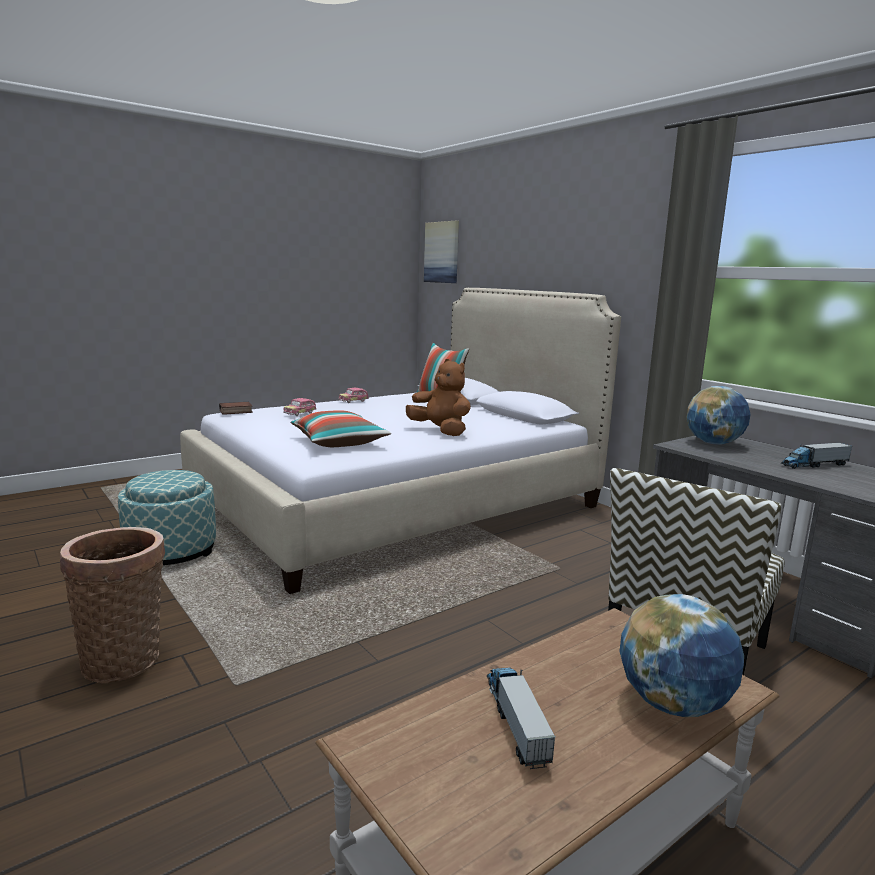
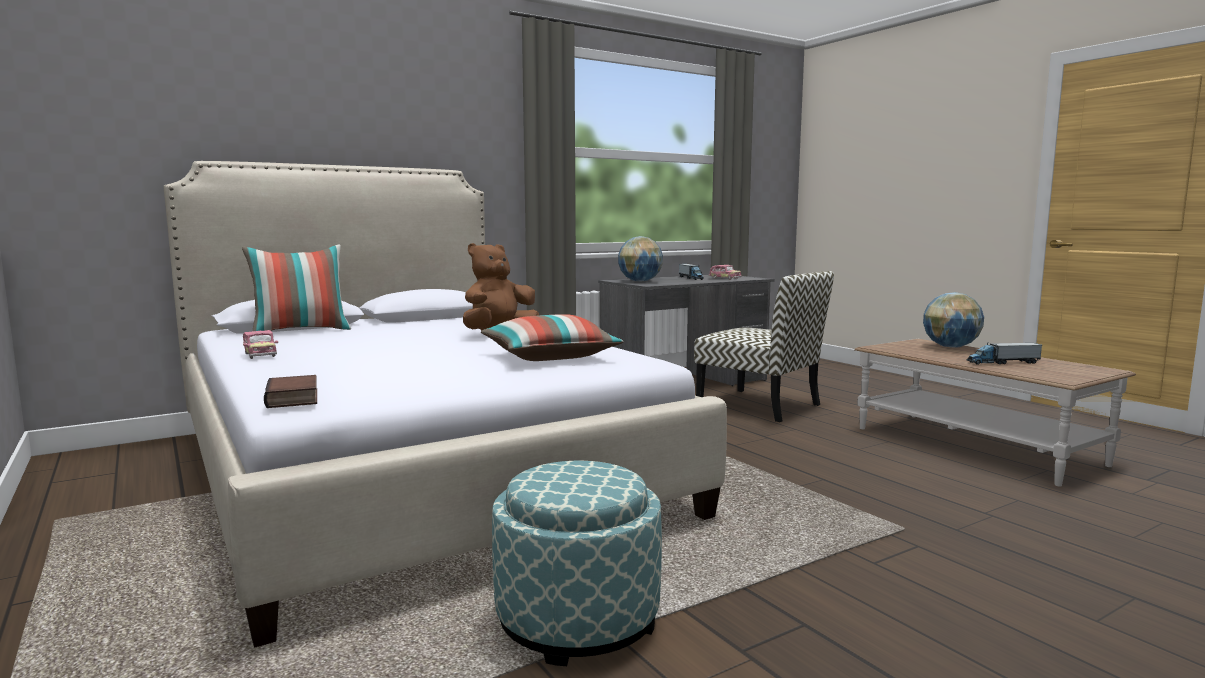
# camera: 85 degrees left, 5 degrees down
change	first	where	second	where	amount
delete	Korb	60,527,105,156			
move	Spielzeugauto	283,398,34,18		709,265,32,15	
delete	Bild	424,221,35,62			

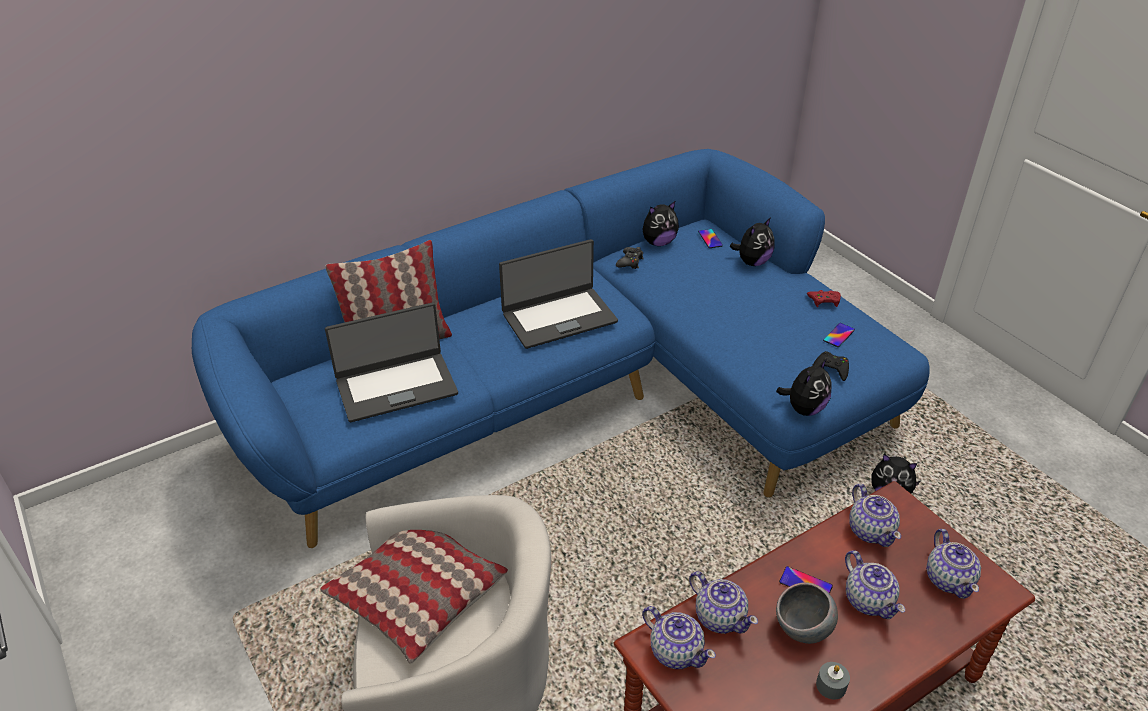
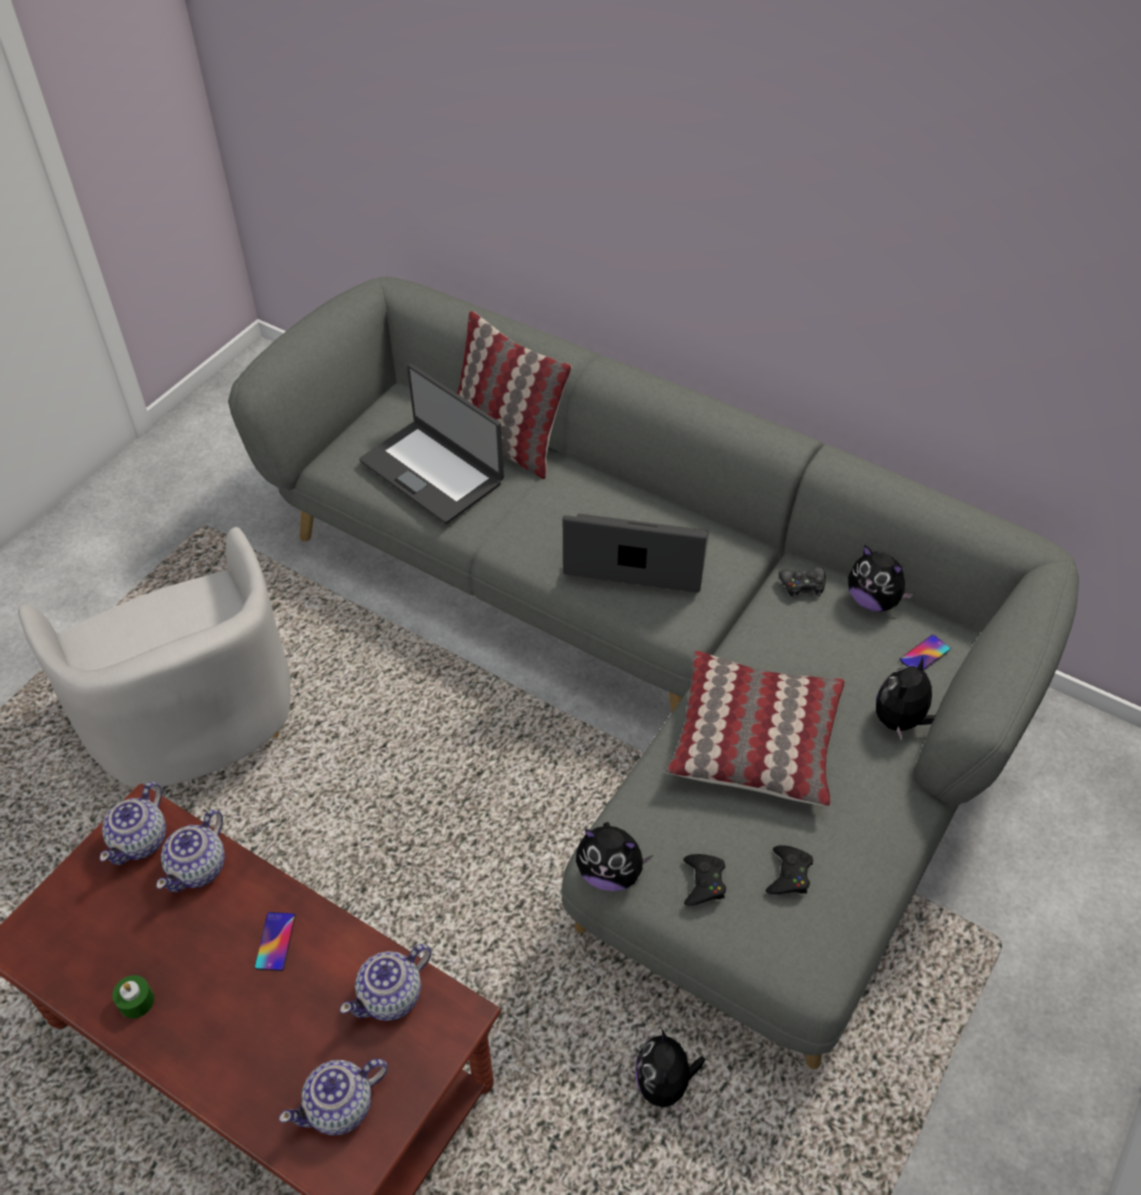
# camera: 65 degrees right, 10 degrees up
change	first	where	second	where	amount
recolor	Sofa [blau]	192,149,738,399	Sofa [grau]	228,277,851,792	
move	Kissen	320,530,188,134		665,651,180,155	
rotate	Laptop	499,239,119,110		563,514,146,79	150 degrees clockwise
rotate	Plüschtier	730,217,45,49		876,656,60,85	105 degrees clockwise
delete	Schüssel [grau]	776,583,62,61			
delete	Gamepad [rot]	807,290,34,17			
recolor	Kerze [grau]	816,662,34,38	Kerze [grün]	112,975,42,44	
replace	Handy	823,323,32,24	Gamepad [schwarz]	766,845,47,49	
delete	Teekanne	845,550,60,69			

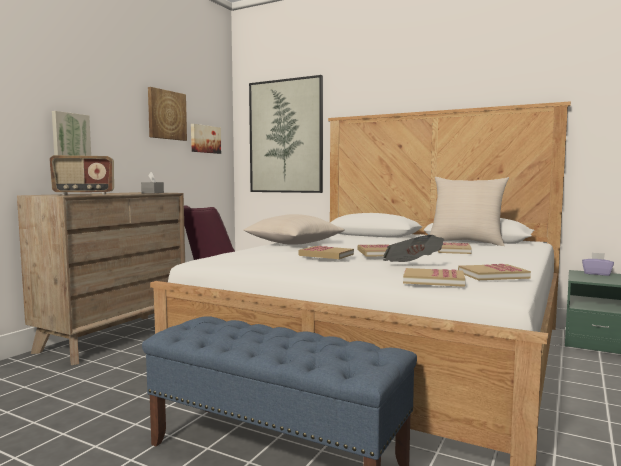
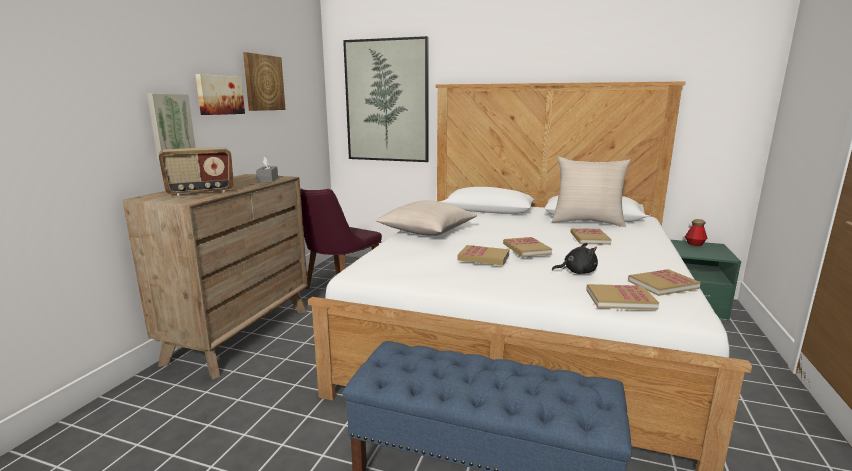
# camera: 10 degrees left, 10 degrees up
change	first	where	second	where	amount
move	Bild	191,124,30,30		195,74,50,41	
replace	Zeitung	383,235,62,27	Plüschtier [schwarz]	552,243,46,31	
replace	Taschentuchbox [lila]	582,253,32,23	Flasche	685,219,22,27	

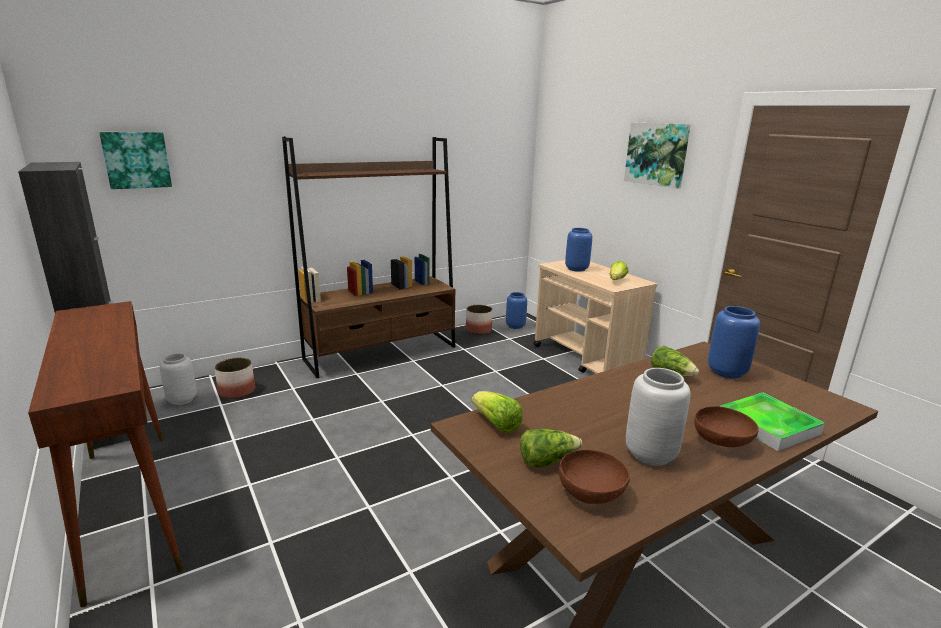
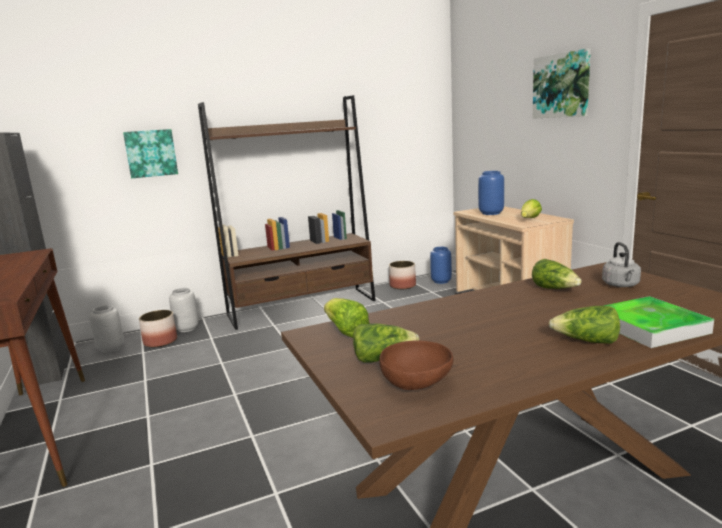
# camera: 10 degrees right, 5 degrees down
change	first	where	second	where	amount
move	Bild	99,132,73,57		123,129,55,49	
move	Vase [grau]	626,368,65,98		169,288,30,44	
replace	Schüssel [braun]	694,406,65,41	Salatkopf	549,306,71,38	
replace	Vase [blau]	708,306,52,72	Wasserkessel [grau]	602,242,39,45	

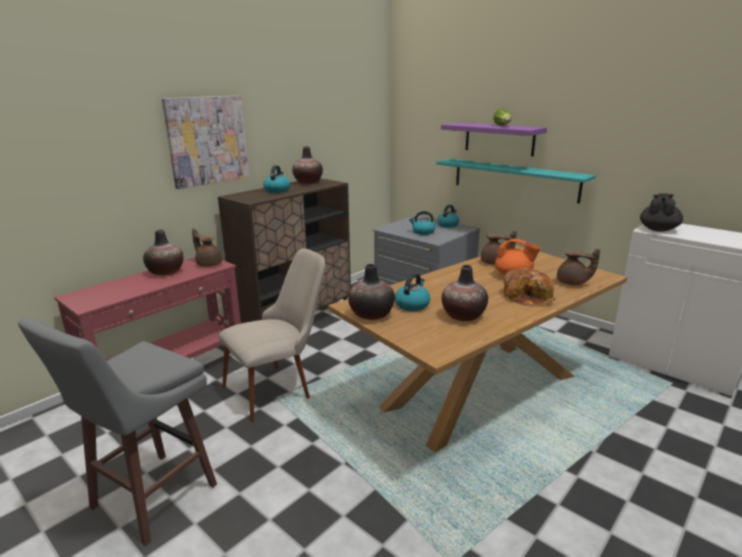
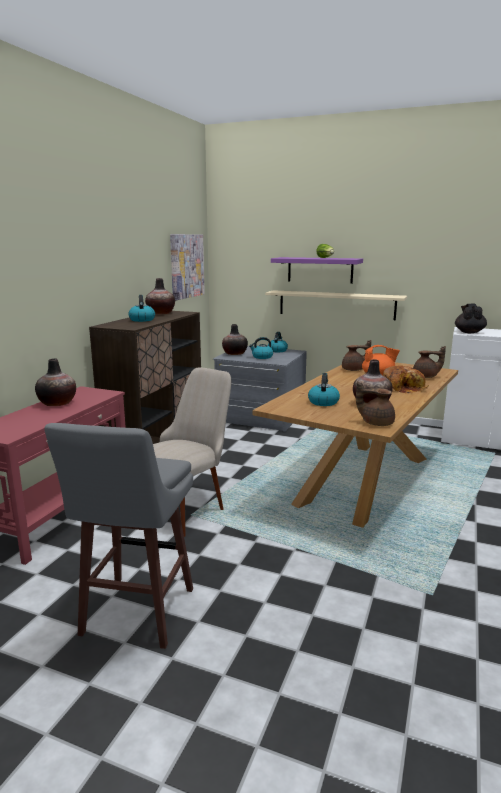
# camera: 20 degrees left, 5 degrees down
change	first	where	second	where	amount
move	Bild	162,95,87,94		170,234,35,67	
move	Teekanne [braun]	192,228,30,39		356,381,39,45	
move	Vase	348,264,47,56		222,324,26,31	
recolor	Wandregal [türkis]	436,159,160,45	Wandregal [beige]	265,290,142,30	

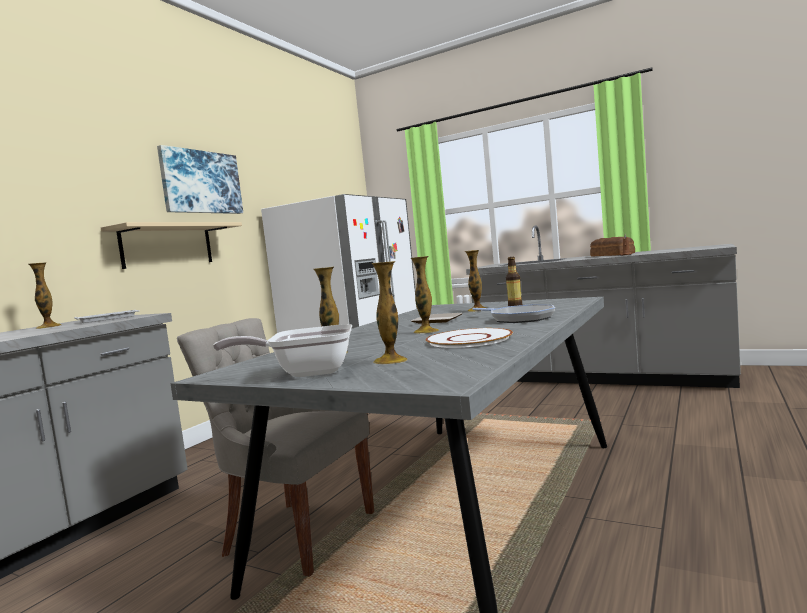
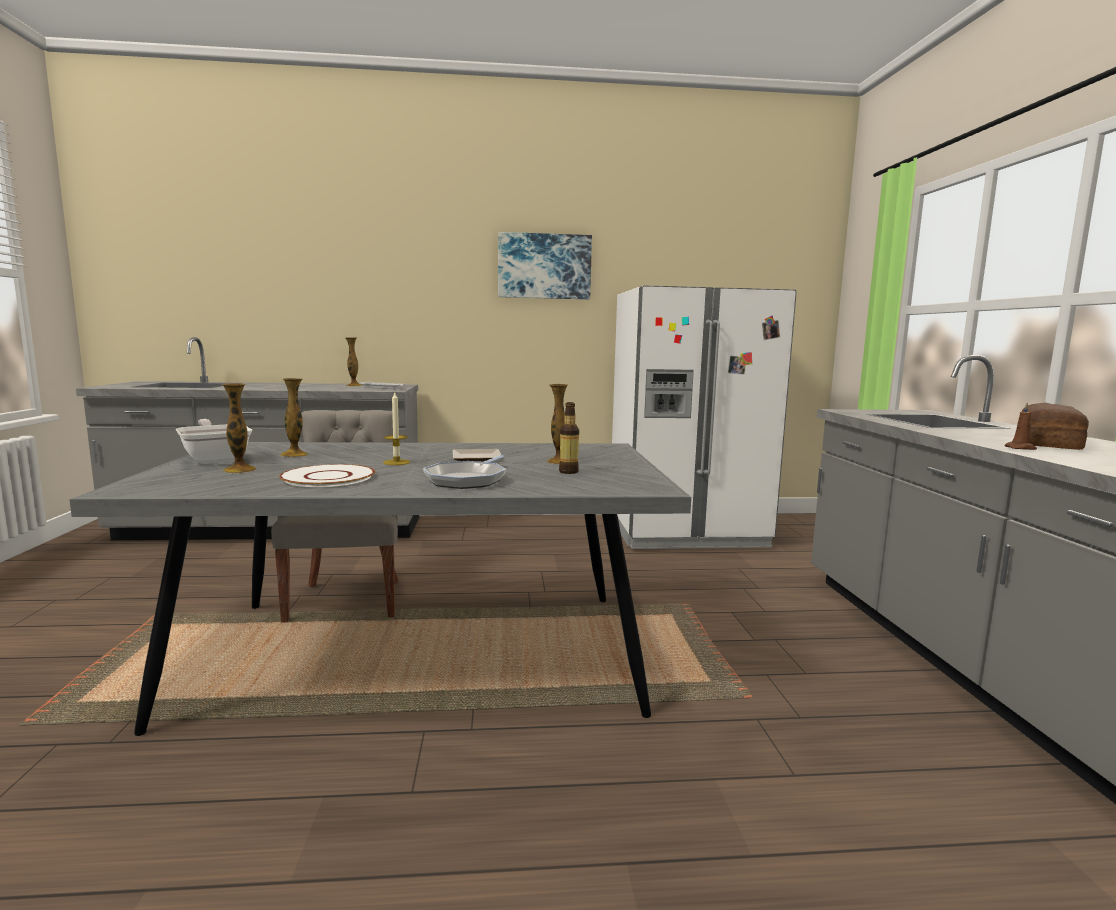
# camera: 55 degrees right, 5 degrees up
change	first	where	second	where	amount
delete	Wandregal [beige]	101,222,141,47			
replace	Vase	411,256,28,78	Kerze	383,392,27,73	

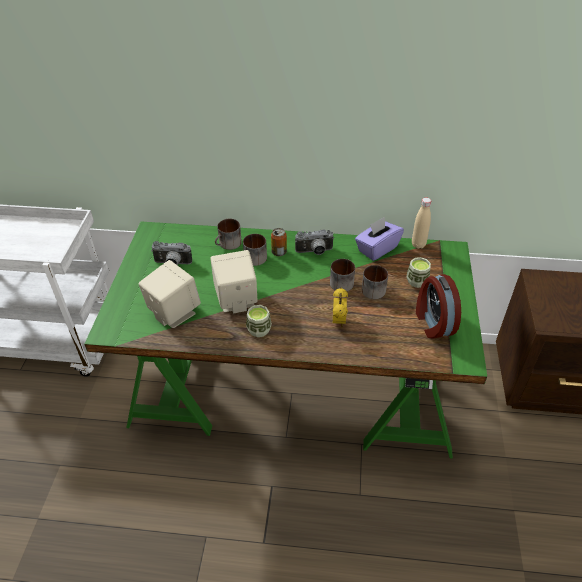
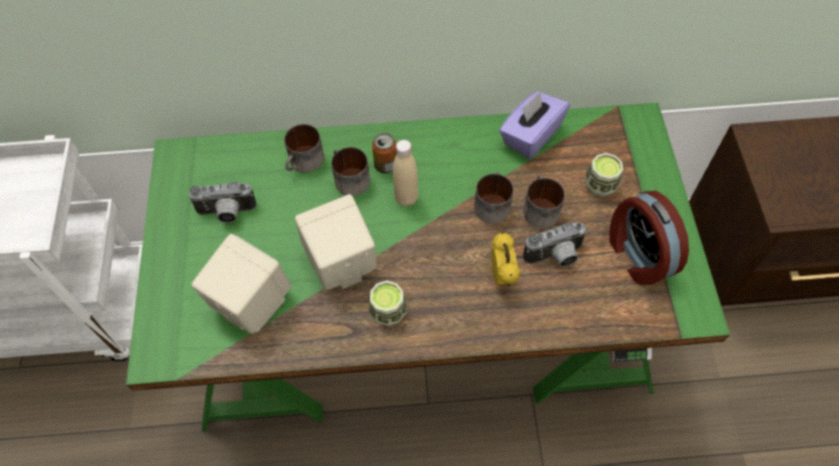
# camera: 10 degrees left, 15 degrees up
change	first	where	second	where	amount
move	Kamera	295,229,39,26		523,222,64,45	
move	Flasche [beige]	412,198,19,51		393,140,25,66	

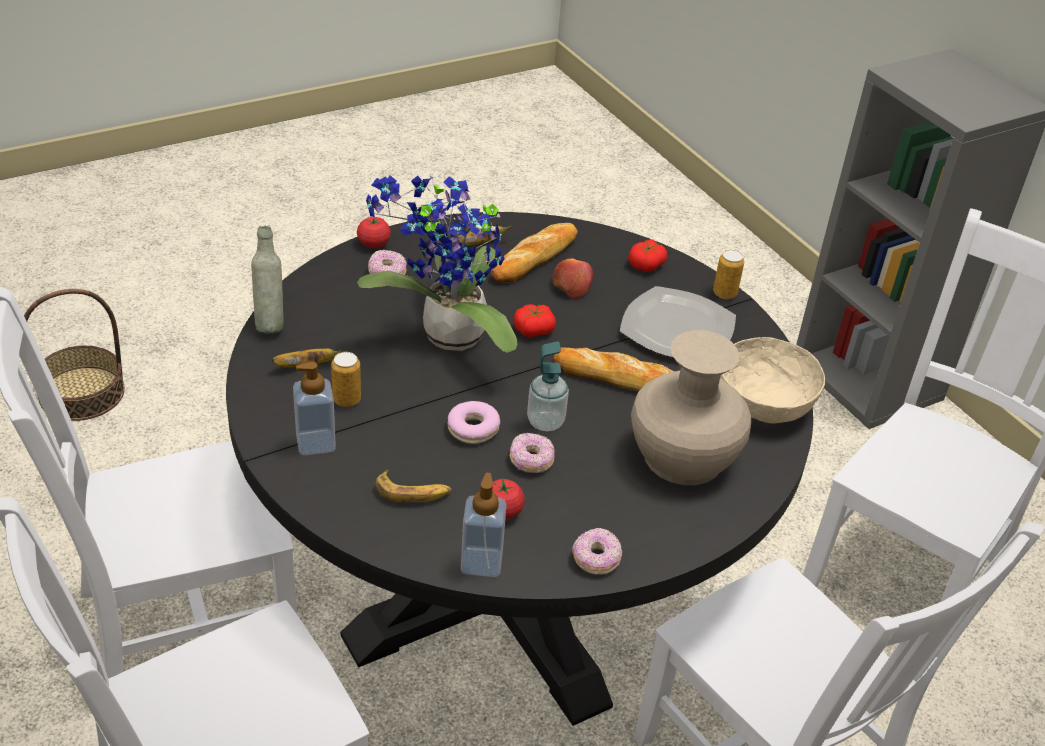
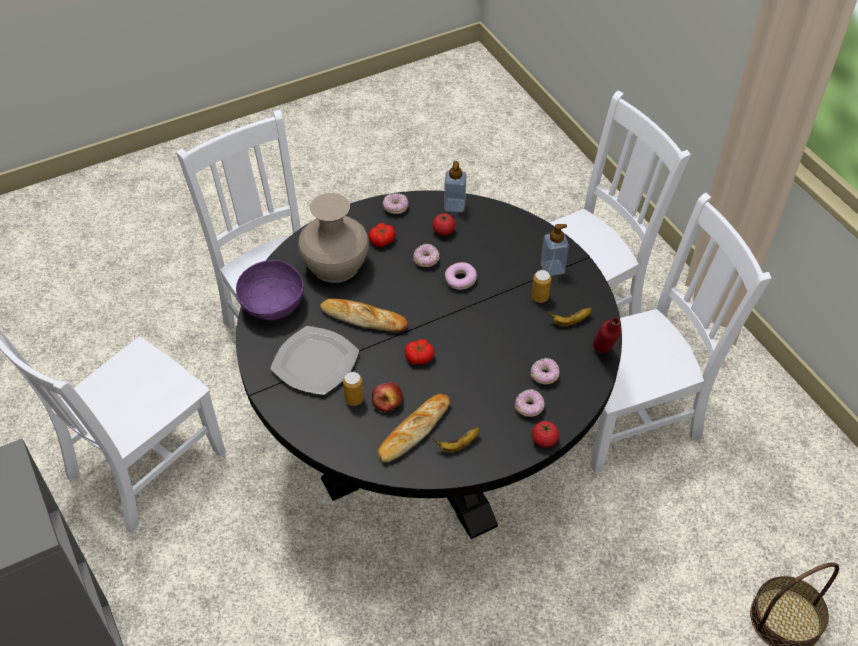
# camera: 175 degrees left, 10 degrees up
change	first	where	second	where	amount
recolor	Flasche [grau]	251,225,33,108	Flasche [rot]	593,317,28,37	
delete	Topfpflanze	357,173,161,180			
delete	Banane	375,470,77,32			
delete	Seifenspender	527,341,42,90			
move	Tomate	628,240,39,32		368,223,28,24	
move	Dose	713,250,31,49		343,372,21,34	
recolor	Schüssel [beige]	720,337,105,87	Schüssel [lila]	236,260,68,61	
insert			Donut	531,358,28,26	

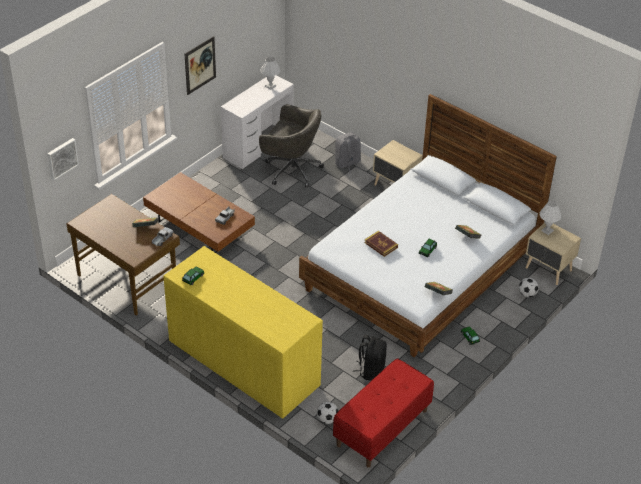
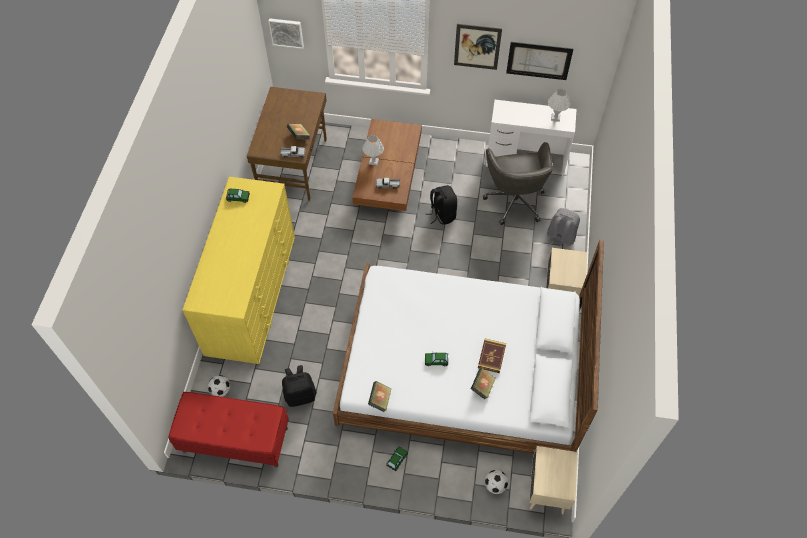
# camera: 60 degrees right, 15 degrees up
change	first	where	second	where	amount
move	Buch	365,231,33,26		478,339,28,34	
move	Tischlampe [weiß]	540,201,22,34		363,135,21,31	
insert			Rucksack [schwarz]	426,185,31,40	
insert			Bild	506,42,68,38	

